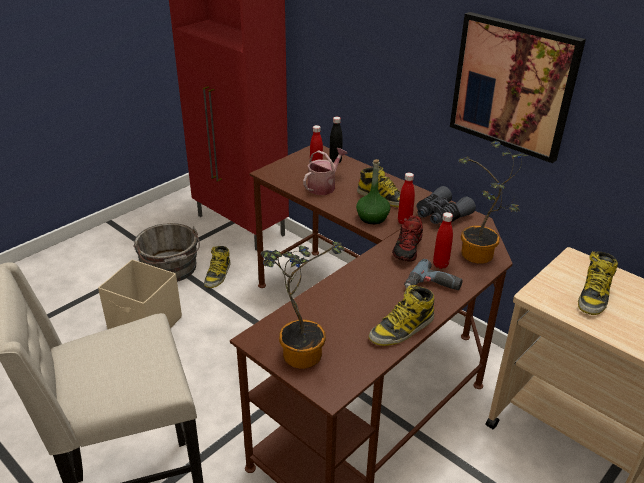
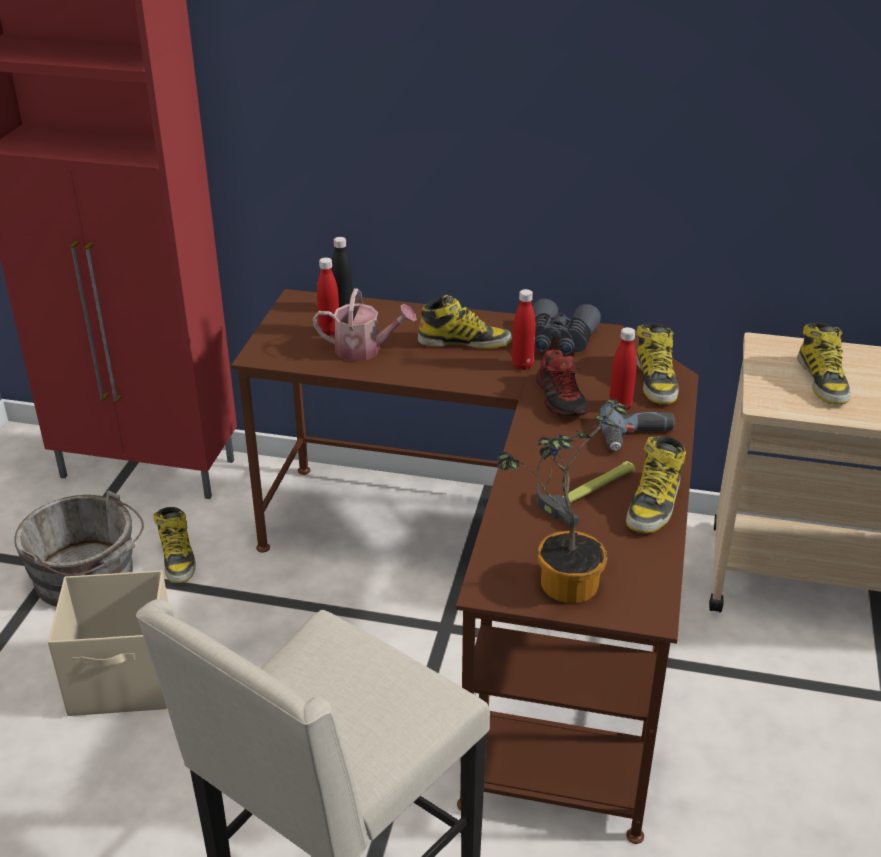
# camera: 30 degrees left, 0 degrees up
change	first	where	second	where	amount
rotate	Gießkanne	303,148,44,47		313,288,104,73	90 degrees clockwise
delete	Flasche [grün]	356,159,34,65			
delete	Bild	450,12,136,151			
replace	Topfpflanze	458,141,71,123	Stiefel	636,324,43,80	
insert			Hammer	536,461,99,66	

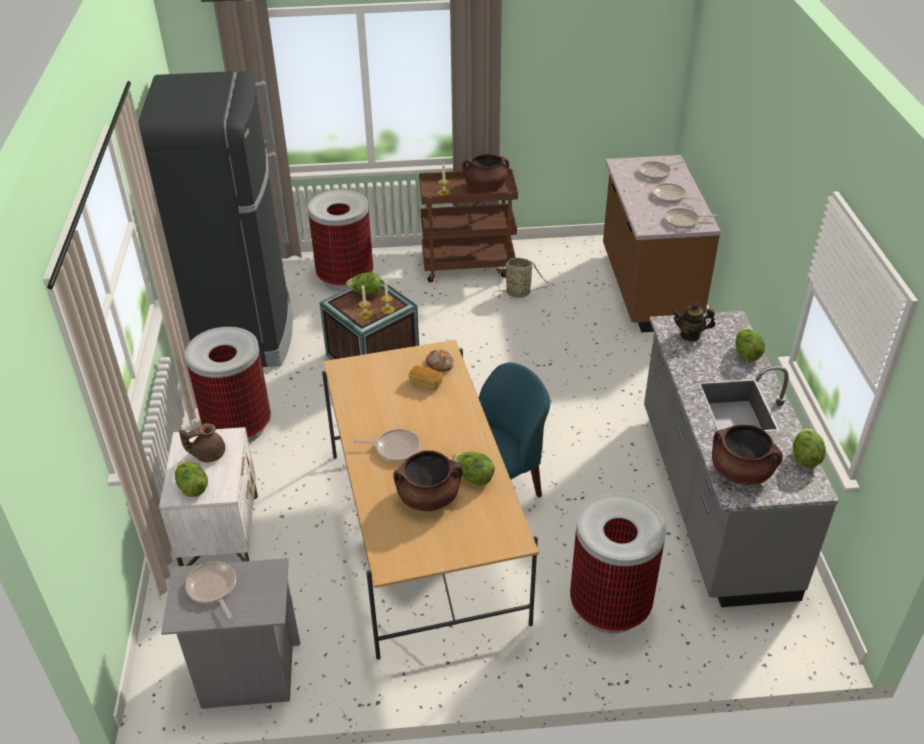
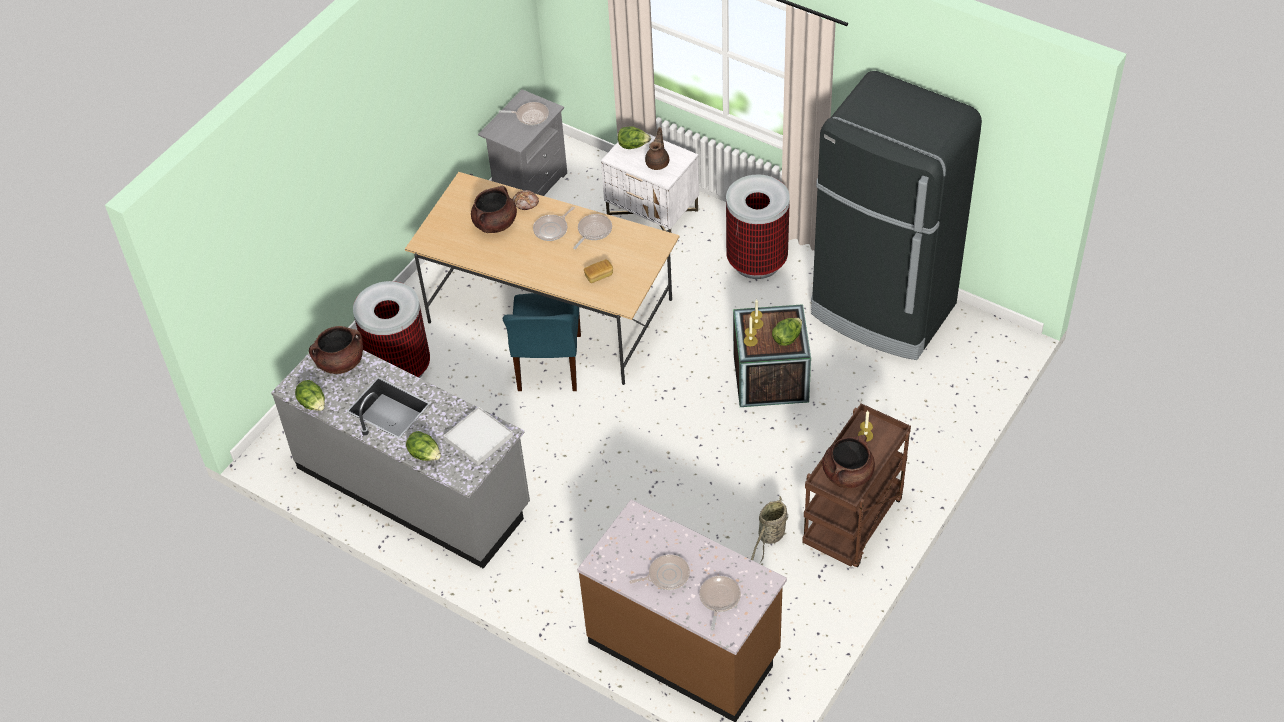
# camera: 130 degrees right, 10 degrees up
change	first	where	second	where	amount
delete	Mülleimer	308,190,65,101			
move	Brot	426,350,28,22		512,190,27,20	
delete	Salatkopf	452,452,43,34			
move	Pfanne	664,208,54,21		573,214,39,35	
replace	Teekanne	672,303,43,38	Tablett [weiß]	444,407,69,59	

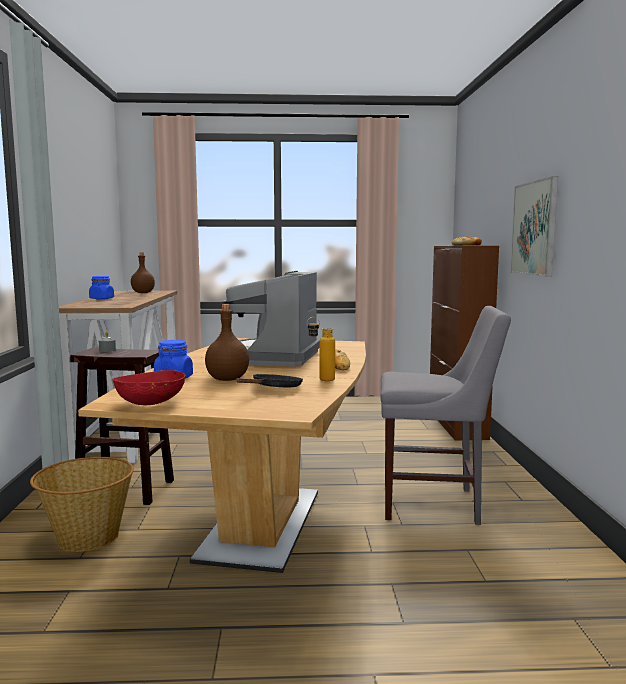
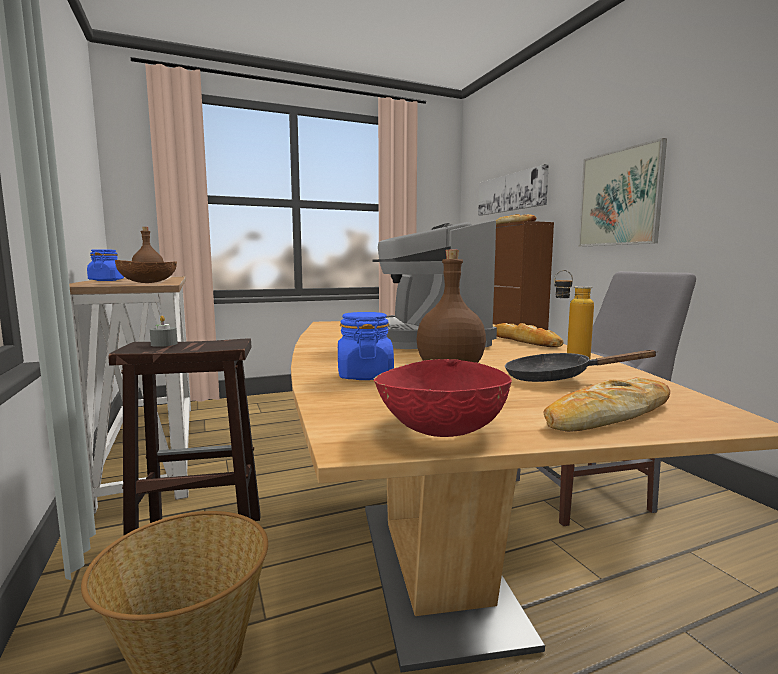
# camera: 20 degrees left, 0 degrees up
change	first	where	second	where	amount
rotate	Pfanne [schwarz]	236,374,67,13		505,350,153,32	90 degrees counterclockwise
insert			Schüssel [braun]	115,260,62,23	
insert			Bild	478,164,71,52	
insert			Brot	543,377,127,55	

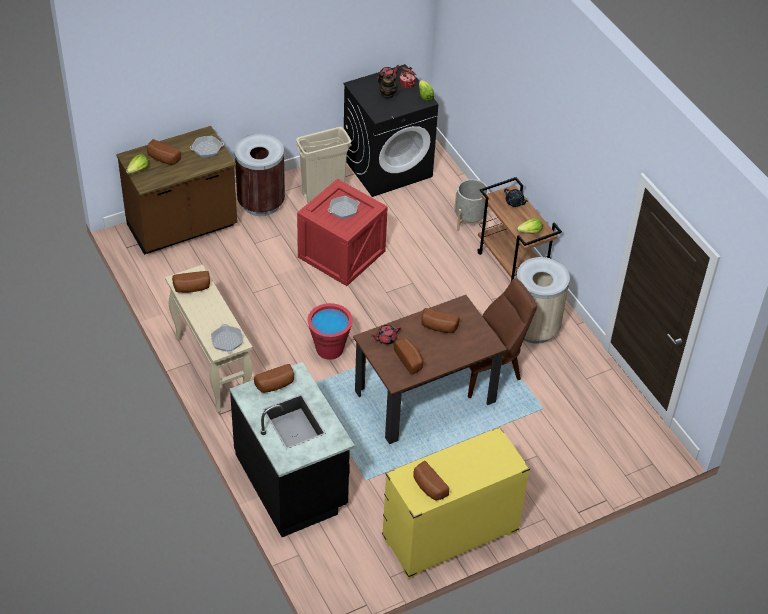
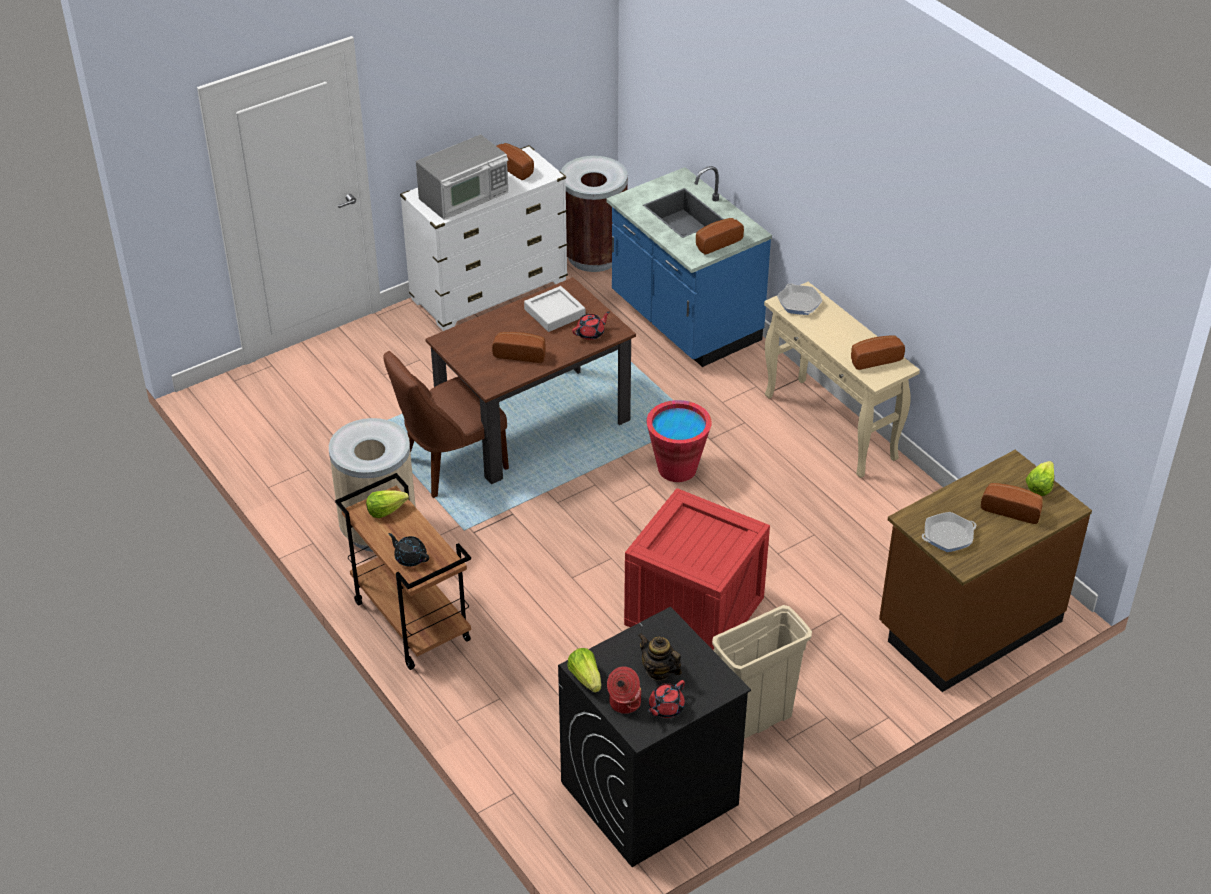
# camera: 175 degrees right, 5 degrees down
change	first	where	second	where	amount
recolor	Küchenzeile [schwarz]	230,362,125,175	Küchenzeile [blau]	606,166,166,201	
move	Mülleimer [braun]	235,134,50,82		560,156,68,116	
delete	Pfanne	328,196,32,23			
recolor	Kommode [gelb]	382,427,148,152	Kommode [weiß]	400,145,168,186	
replace	Brot	394,338,29,37	Tablett [grau]	524,286,61,46	
delete	Pflanzkübel [grau]	454,179,35,52			
insert			Mikrowelle	416,134,92,86	

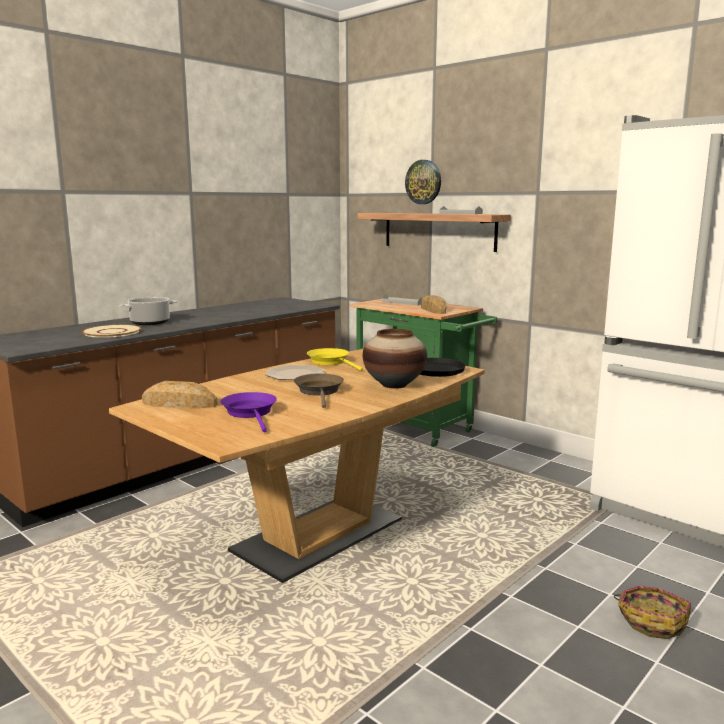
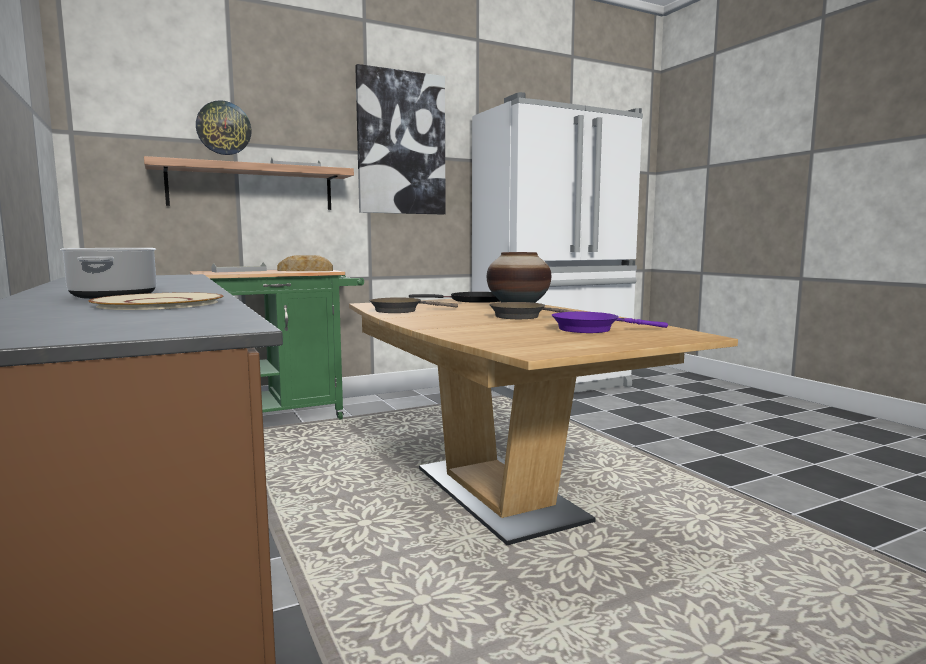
# camera: 70 degrees left, 5 degrees down
change	first	where	second	where	amount
delete	Brot	142,381,75,28			
delete	Teller	265,365,59,15			
recolor	Pfanne [gelb]	307,348,56,23	Pfanne [braun]	369,297,89,16	
delete	Korb	614,586,77,53			
insert			Bild	355,64,91,151	

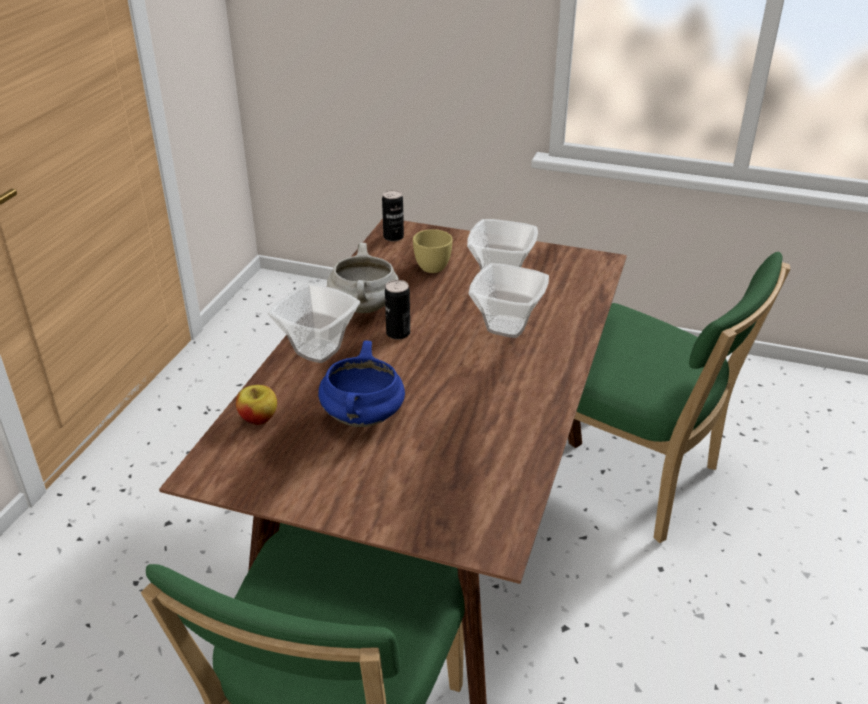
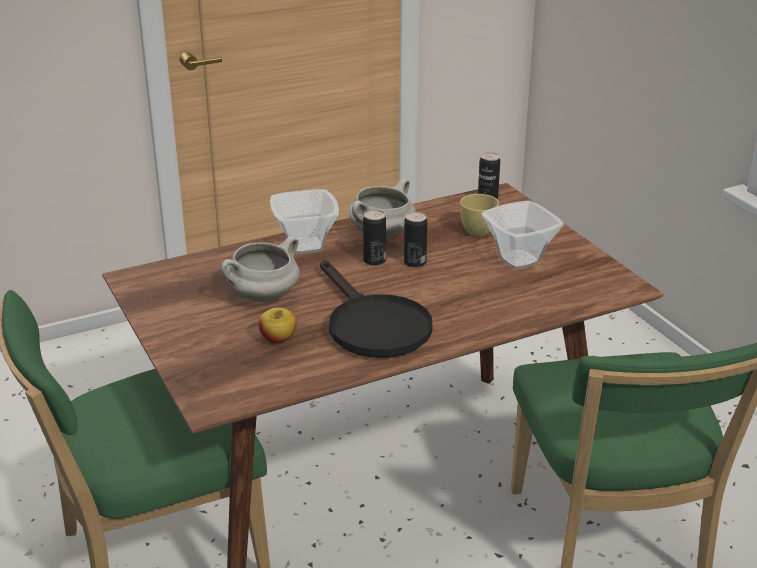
# camera: 45 degrees right, 5 degrees down
change	first	where	second	where	amount
move	Apfel	236,385,41,40		258,307,39,37	
recolor	Kochtopf [blau]	318,340,87,87	Kochtopf [weiß]	221,236,78,66	
delete	Schüssel	469,263,80,75			
insert			Pfanne [schwarz]	320,260,112,98	
insert			Dose	404,212,23,56	

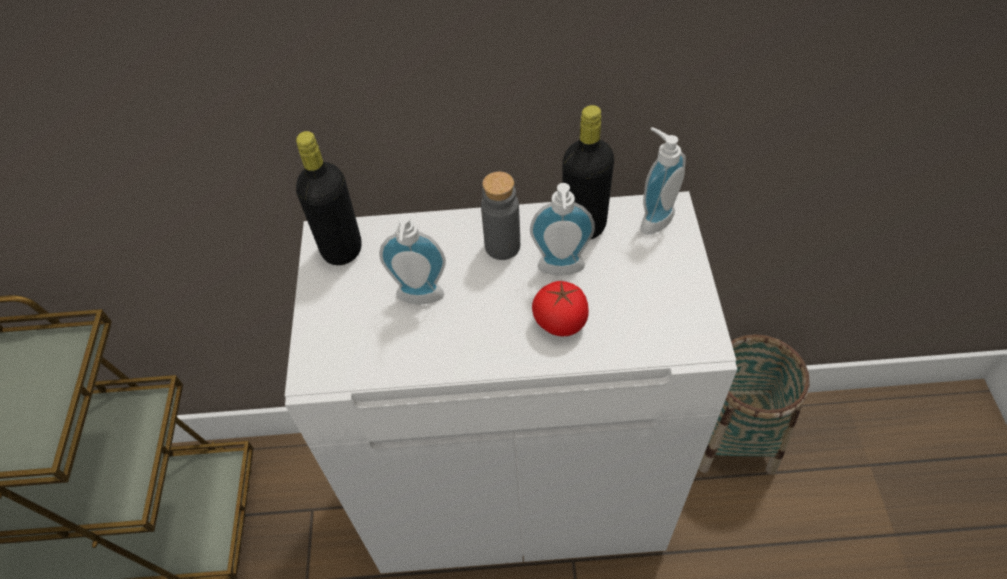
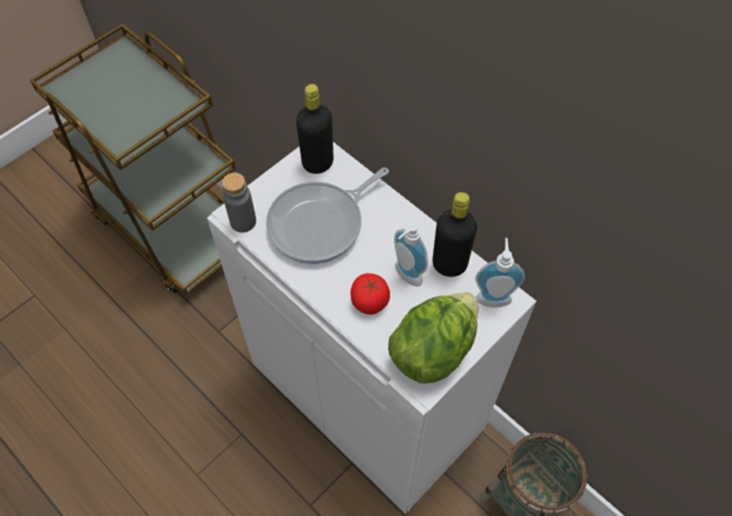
# camera: 45 degrees right, 5 degrees up
change	first	where	second	where	amount
replace	Seifenspender	379,213,67,92	Pfanne	266,167,123,97	
move	Flasche [grau]	481,172,39,88		222,173,34,60	
insert			Salatkopf	388,292,90,92	

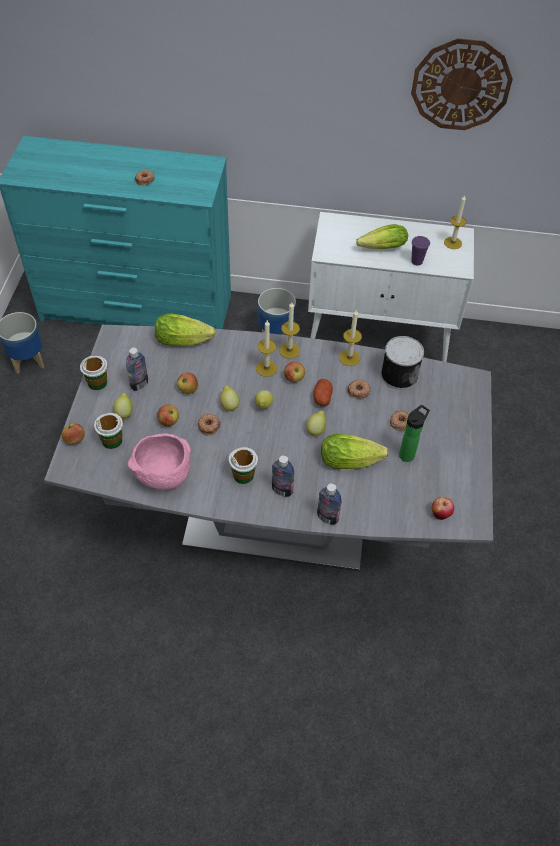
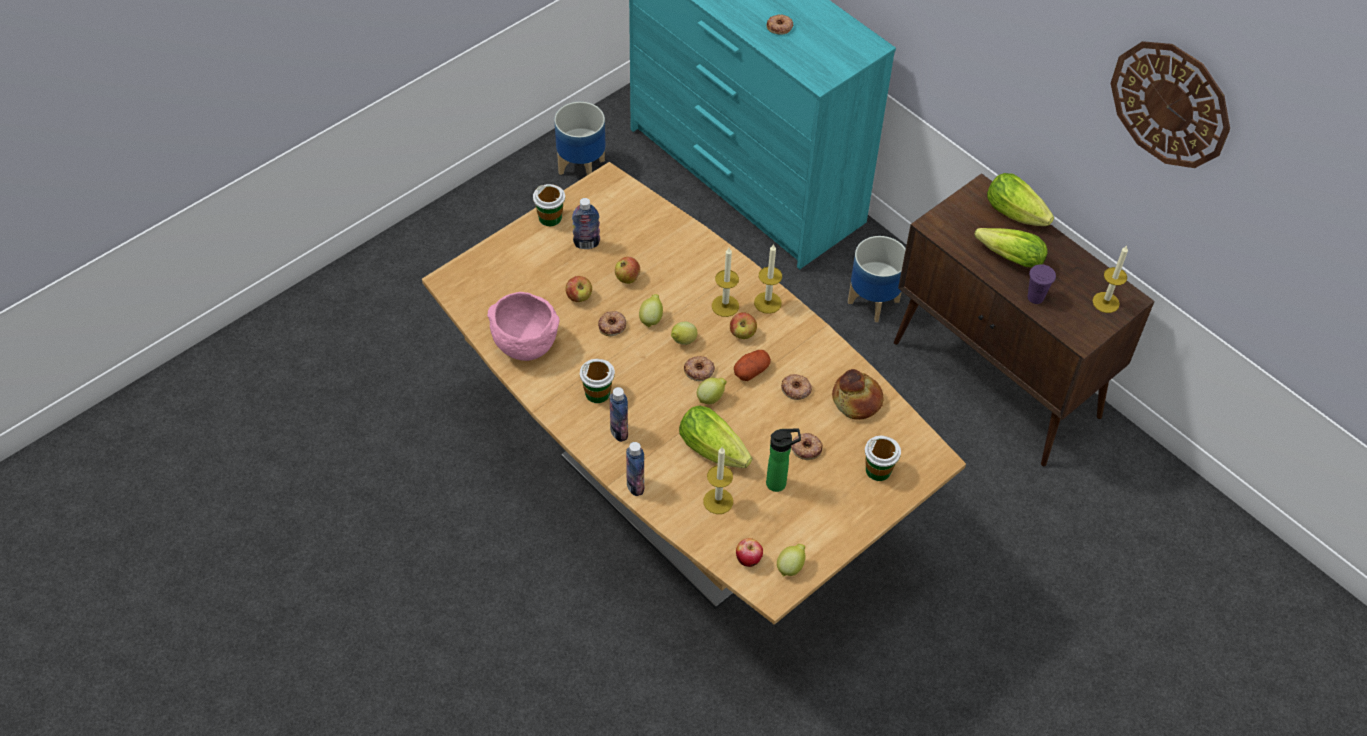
# camera: 40 degrees right, 0 degrees up
change	first	where	second	where	amount
recolor	Esstisch [grau]	44,325,449,246	Esstisch [braun]	422,162,544,463	
delete	Apfel	62,423,23,22			
move	Tasse	94,413,29,36		865,436,36,45	
move	Zitrone	113,393,20,27		777,544,28,32	
move	Salatkopf	155,313,60,33		987,173,67,53	
recolor	Schrank [weiß]	308,212,166,150	Schrank [braun]	894,173,261,293	
move	Kerze	339,310,23,56		703,447,30,67	
replace	Dose	381,336,43,54	Brot	832,369,52,51	
insert			Donut	684,356,31,25	

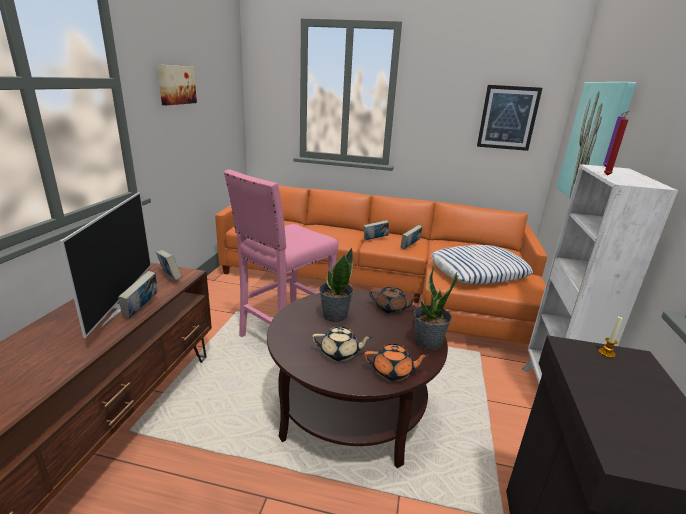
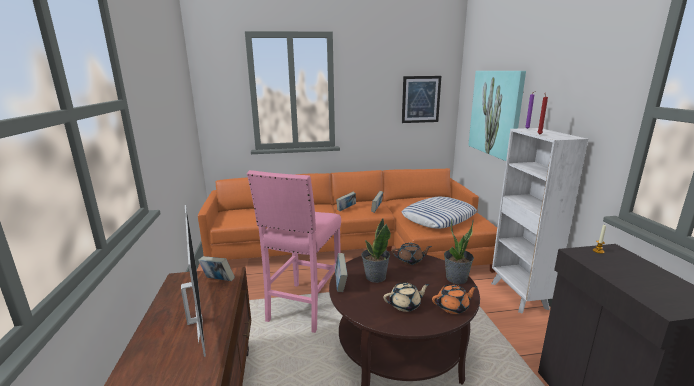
# camera: 20 degrees left, 5 degrees down
change	first	where	second	where	amount
move	Buch	118,271,39,48		335,253,13,39	
delete	Bild	157,64,40,41			

